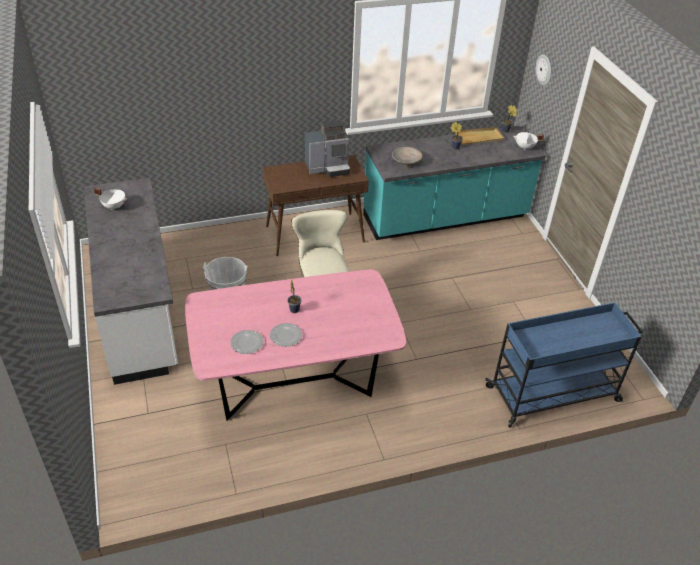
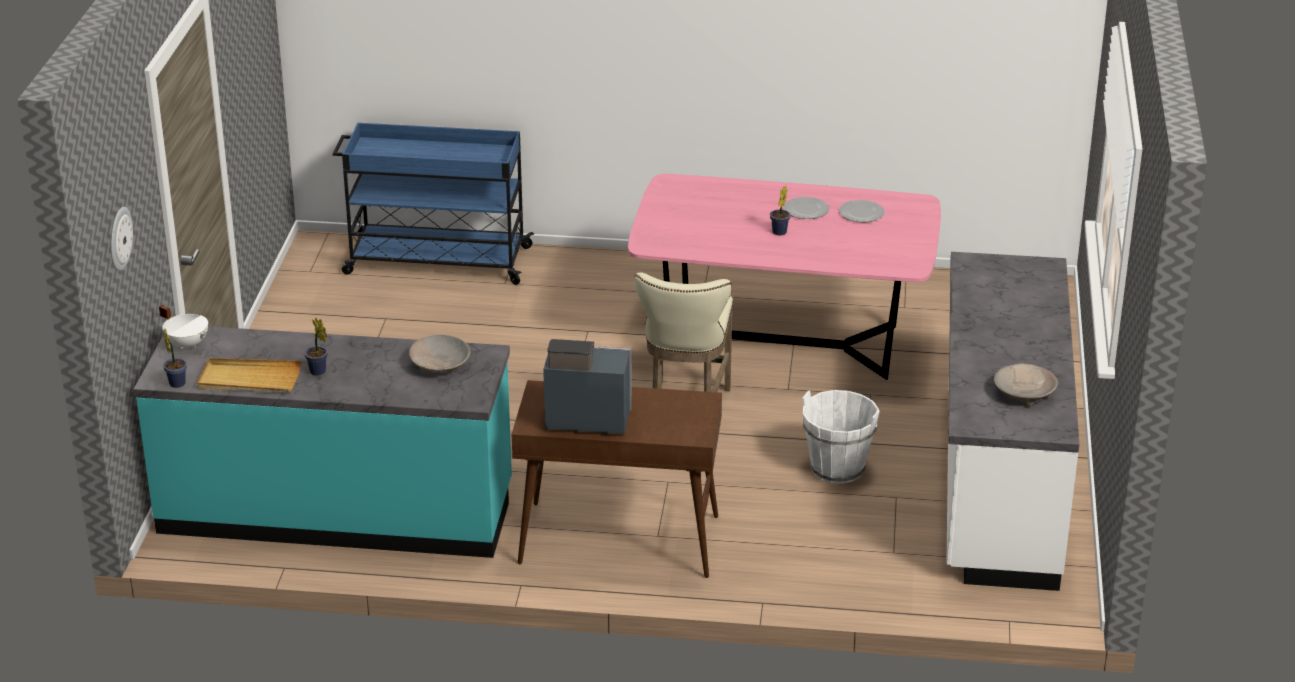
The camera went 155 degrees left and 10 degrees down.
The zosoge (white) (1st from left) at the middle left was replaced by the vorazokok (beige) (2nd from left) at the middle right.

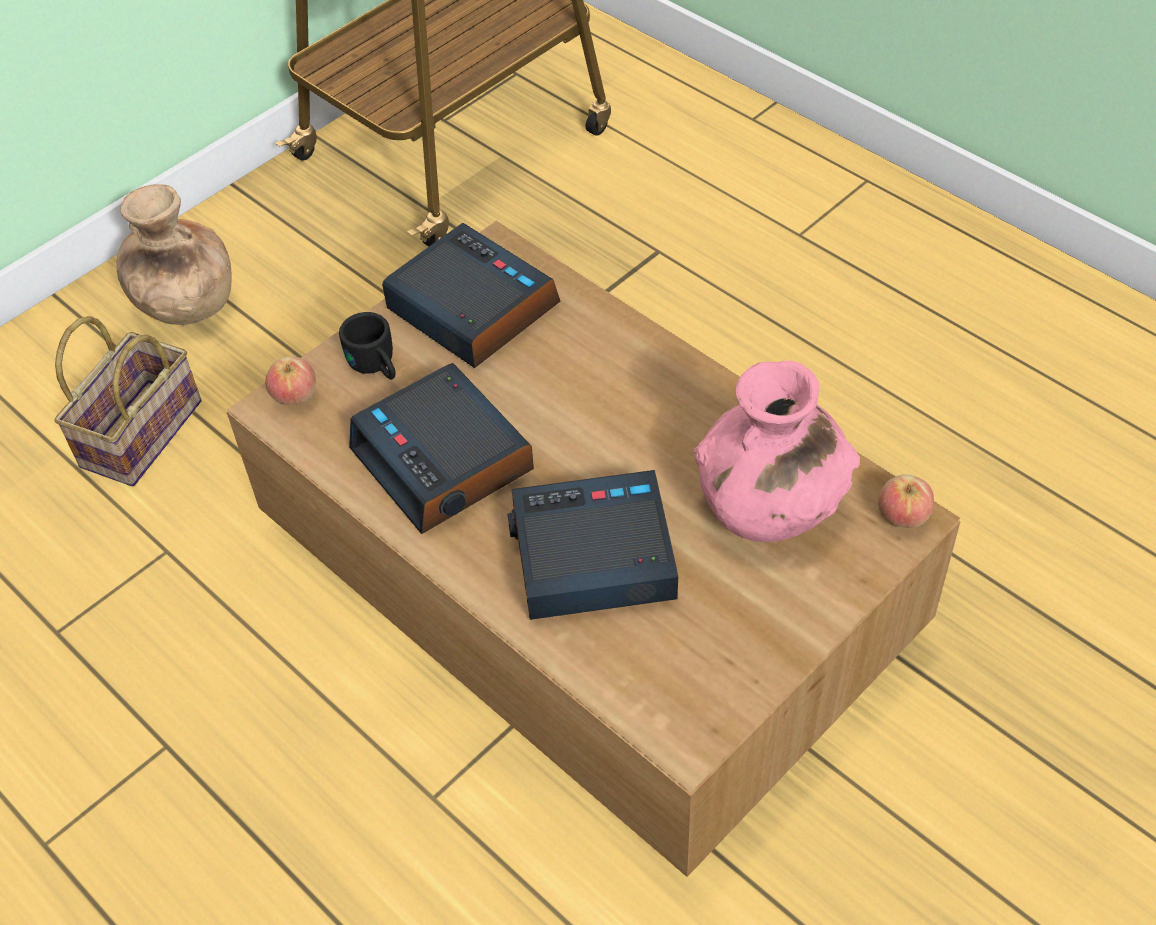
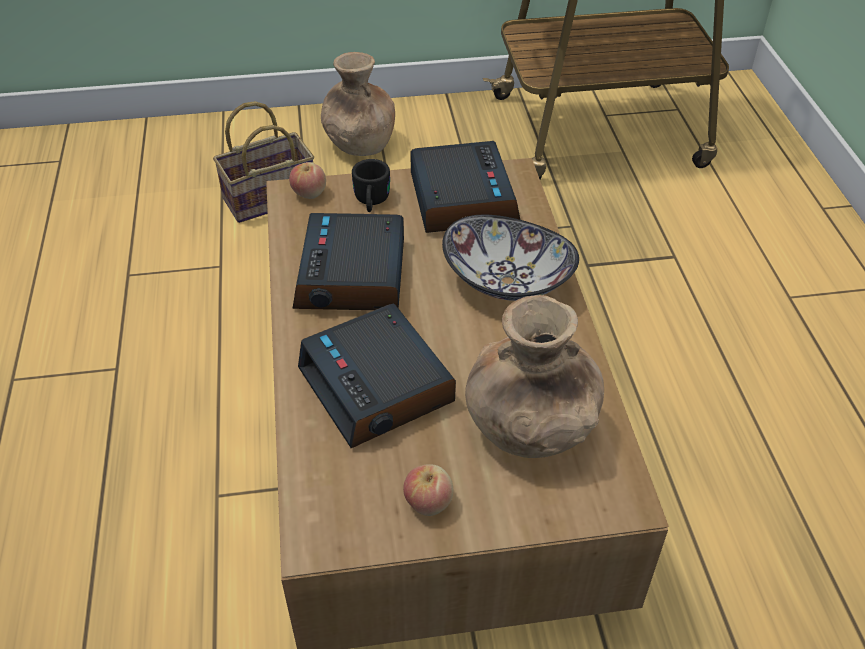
The camera went 35 degrees right and 5 degrees down.
The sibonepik (3rd from left in the first image) at the centre turned 150 degrees counterclockwise.
The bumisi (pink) at the middle right became the bumisi (brown) (2nd from left) at the centre.
The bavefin (2nd from left) moved from the middle right to the bottom centre.
The vorazokok at the centre appeared.

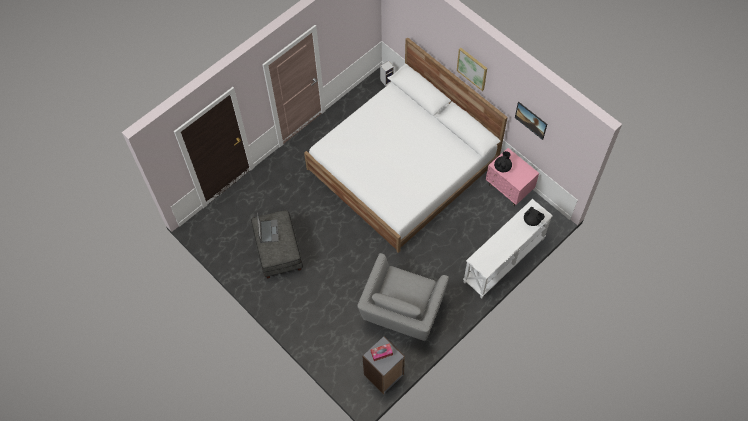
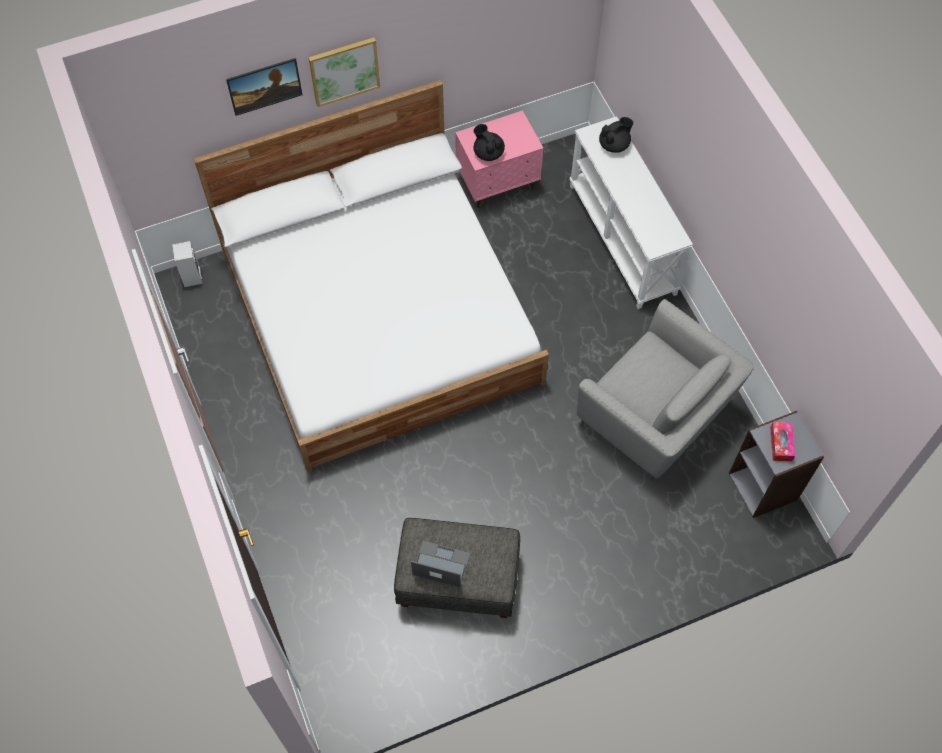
The camera went 70 degrees left and 0 degrees up.
The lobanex (2nd from left in the first image) moved from the top right to the top left.

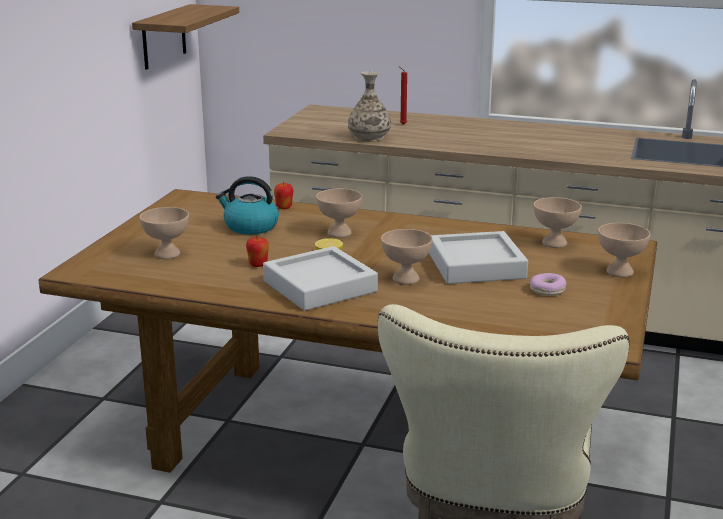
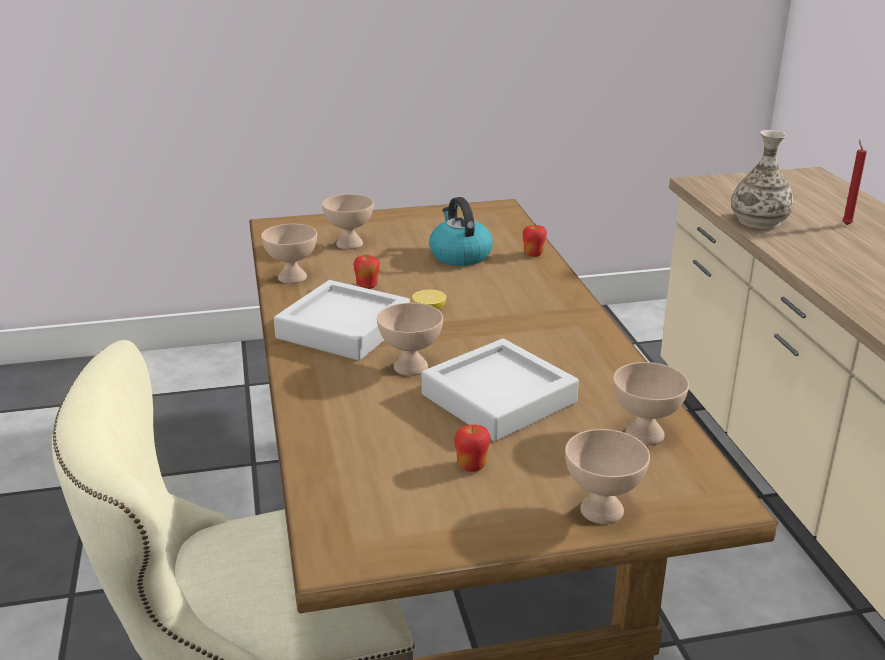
The camera went 60 degrees right and 5 degrees up.
The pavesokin at the top left disappeared.
The vorazokok (beige) (2nd from left in the first image) moved from the centre to the middle left.
The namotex at the middle right was replaced by the bavefin (2nd from left) at the bottom centre.

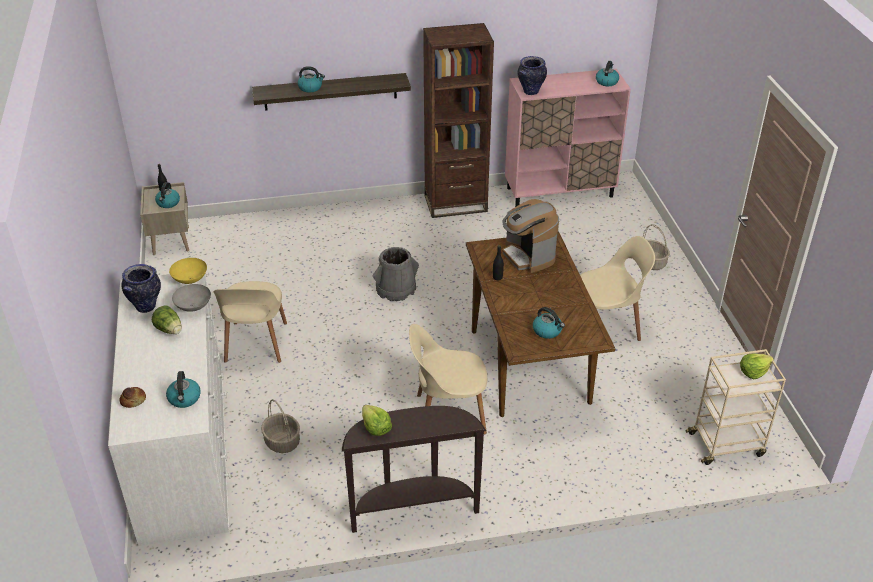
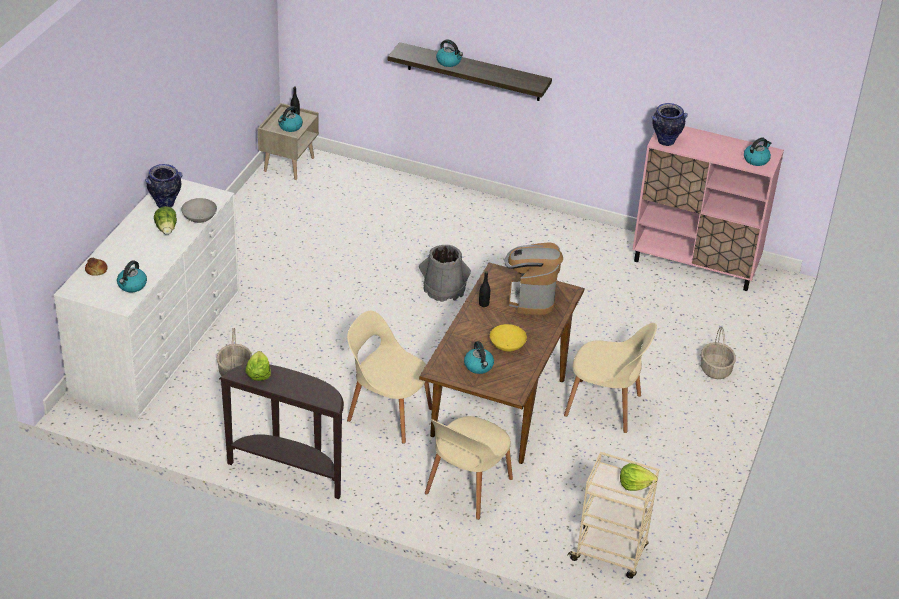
The camera went 30 degrees right and 0 degrees up.
The vorazokok (yellow) moved from the middle left to the centre.
The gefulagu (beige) (1st from left in the first image) moved from the middle left to the bottom centre.
The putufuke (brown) at the top centre disappeared.

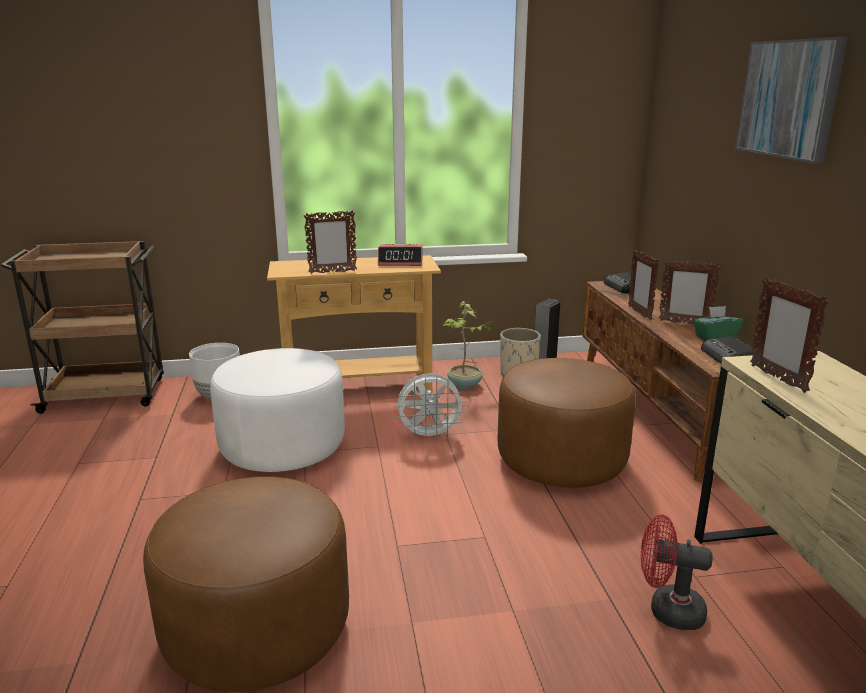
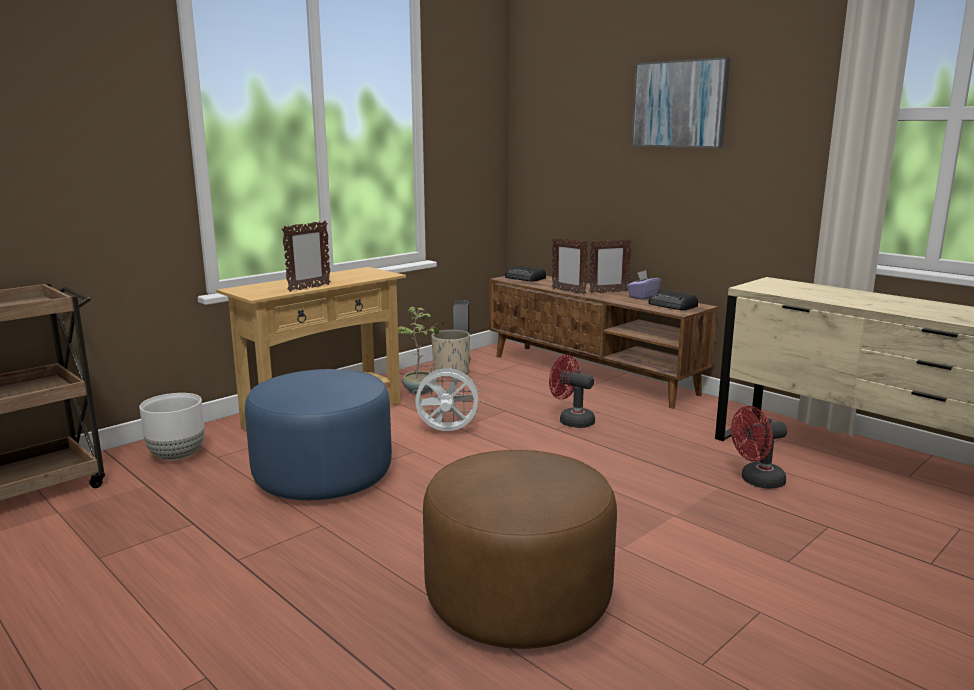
The camera went 35 degrees left and 5 degrees down.
The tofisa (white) at the middle left became the tofisa (blue) at the middle left.
The sibonepik at the centre disappeared.
The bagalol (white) at the centre turned 135 degrees counterclockwise.
The tofisa (brown) (2nd from left) at the centre was replaced by the bagalol (red) (1st from left) at the centre.
The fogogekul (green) at the middle right became the fogogekul (purple) at the centre.
The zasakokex (4th from left) at the middle right disappeared.

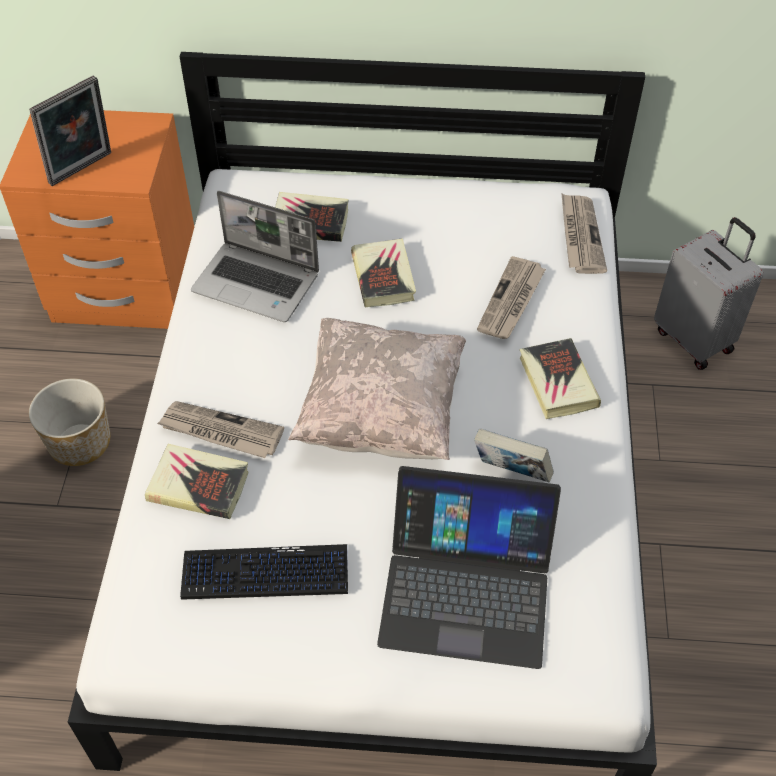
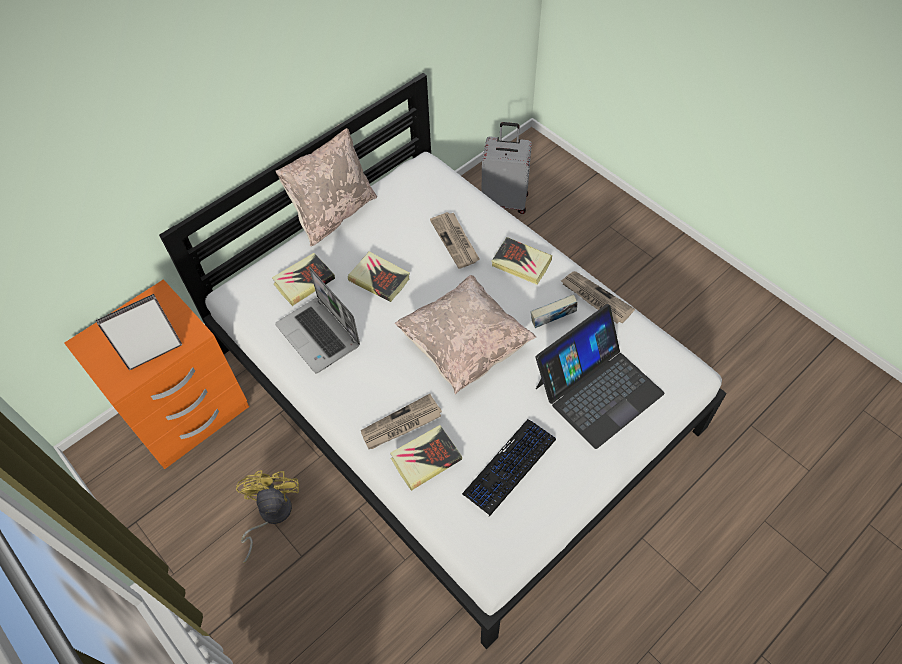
The camera went 45 degrees left and 5 degrees up.
The zasakokex at the top left turned 120 degrees counterclockwise.
The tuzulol at the middle left was replaced by the bagalol (yellow) at the bottom left.
The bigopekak (1st from left) at the top left turned 75 degrees clockwise.
The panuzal (3rd from left) moved from the top right to the centre.
The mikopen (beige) (1st from left) at the top centre appeared.

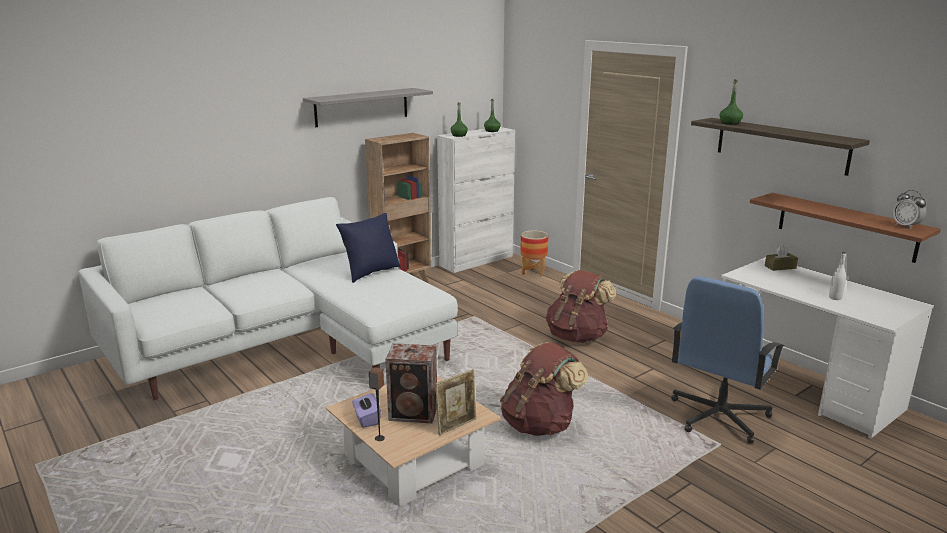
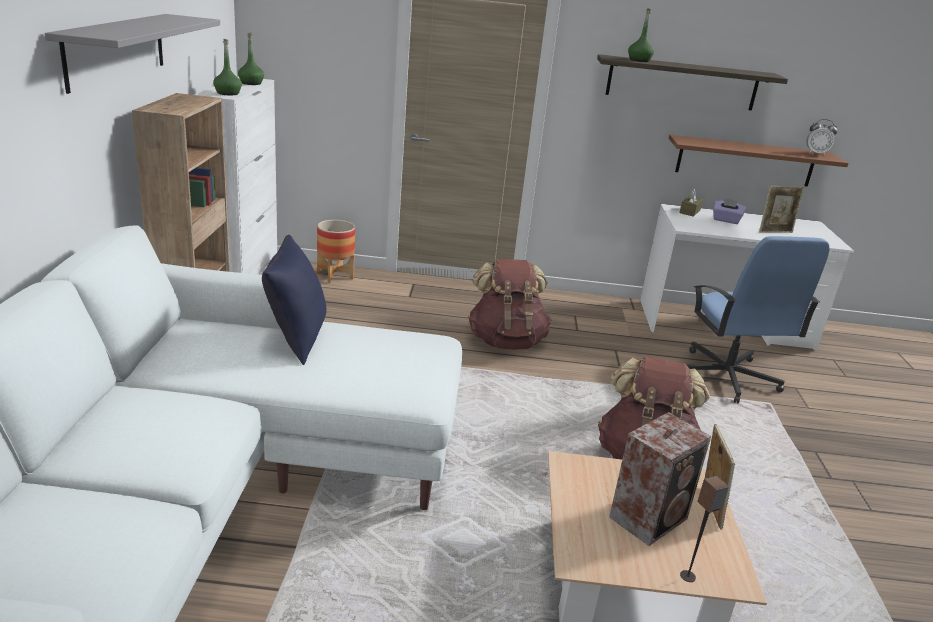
The camera went 50 degrees left and 5 degrees up.
The fogogekul (purple) moved from the bottom centre to the middle right.
The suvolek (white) at the middle right was replaced by the zasakokex (2nd from left) at the middle right.

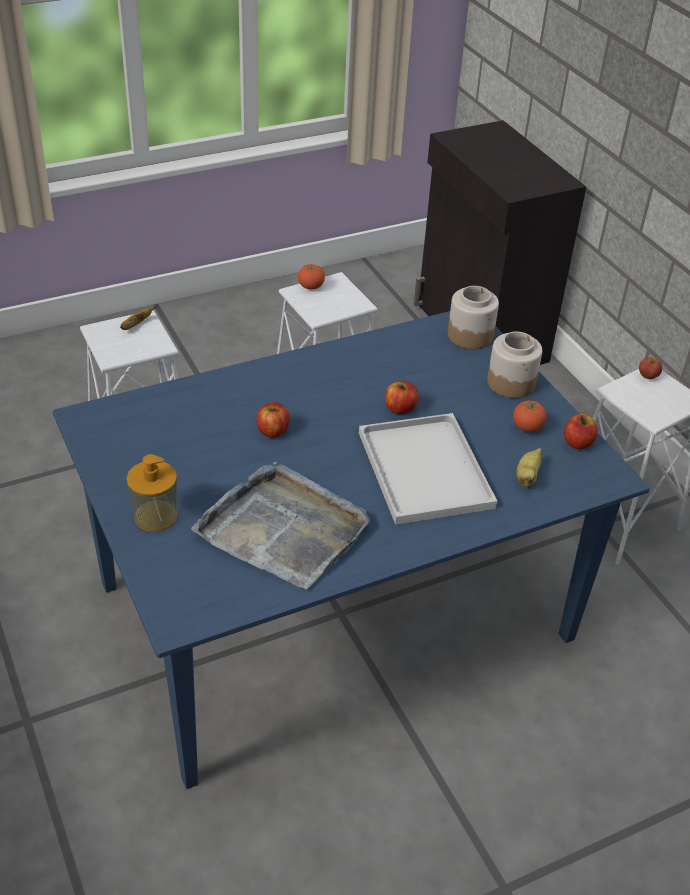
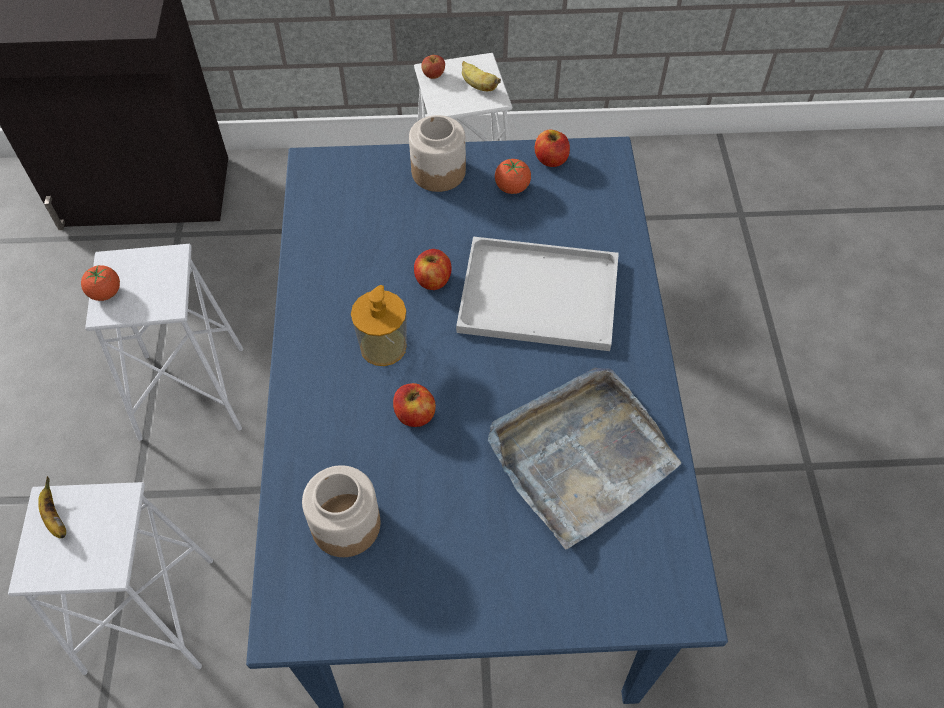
The camera went 65 degrees left and 15 degrees up.
The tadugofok moved from the middle left to the centre.
The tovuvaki (1st from left) moved from the middle right to the bottom centre.
The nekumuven (2nd from left) moved from the middle right to the top centre.

